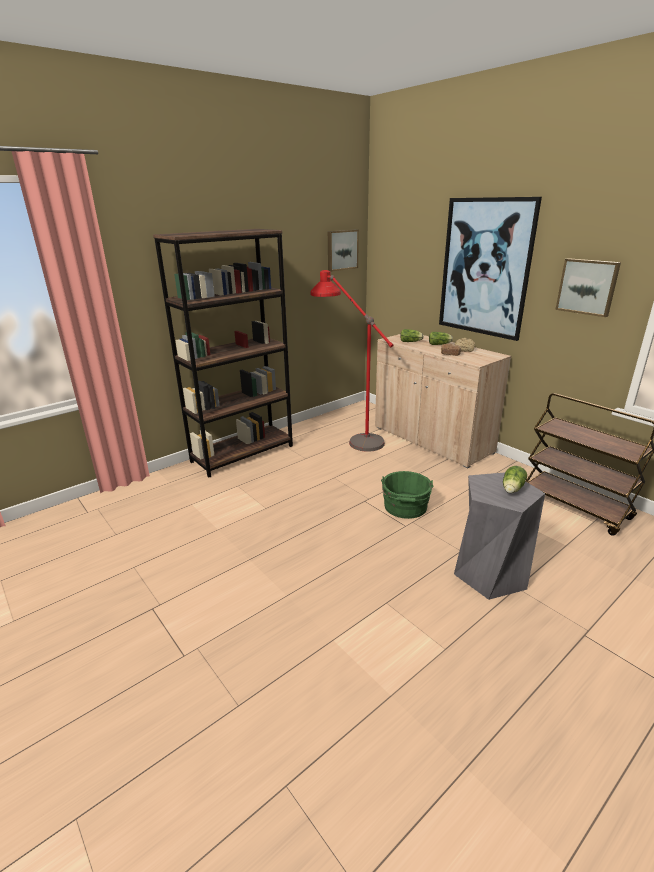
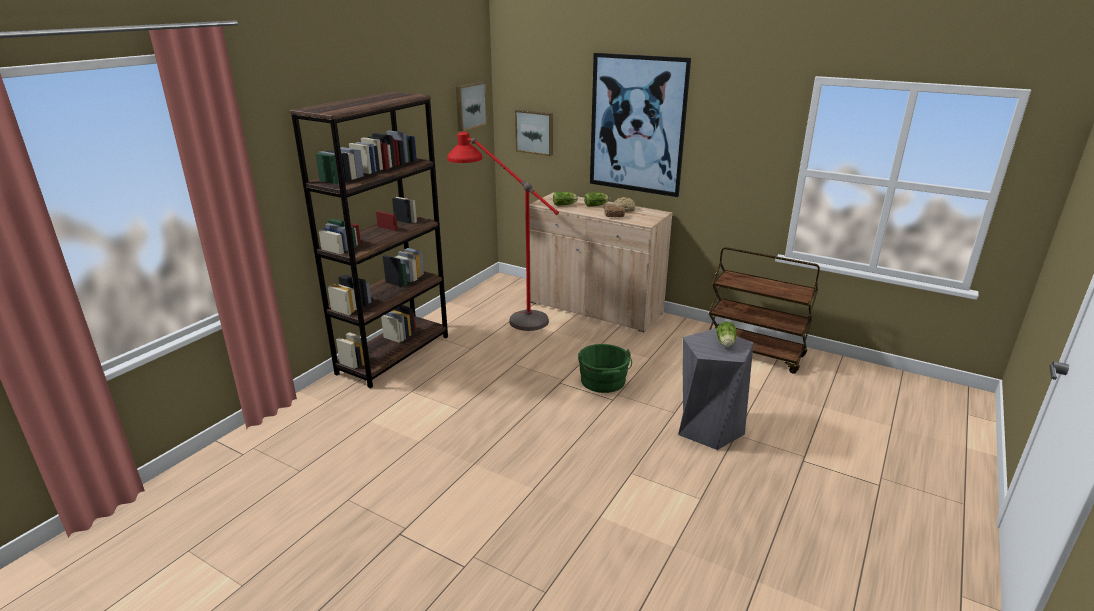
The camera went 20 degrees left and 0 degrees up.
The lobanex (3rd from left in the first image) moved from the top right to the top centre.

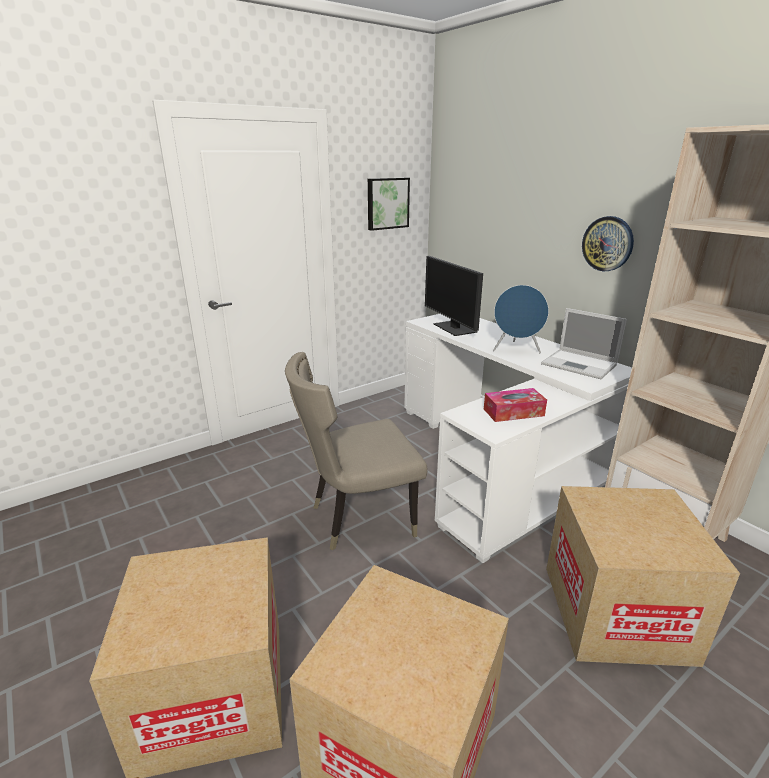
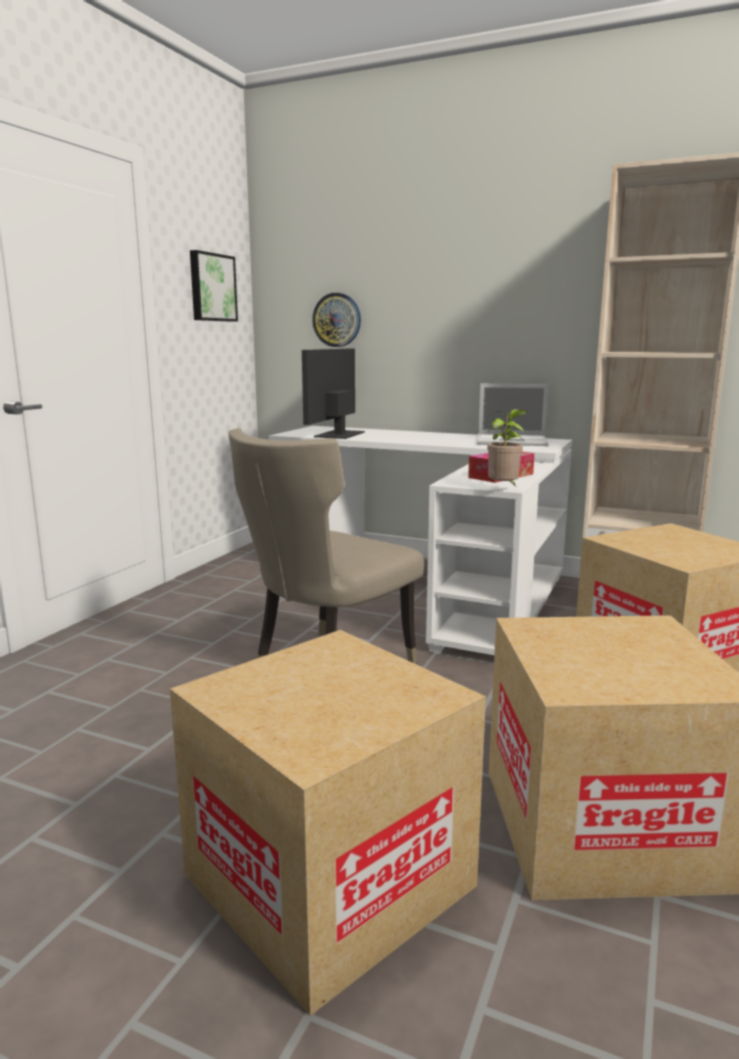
The camera went 30 degrees left and 10 degrees down.
The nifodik at the centre turned 75 degrees clockwise.
The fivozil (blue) at the middle right disappeared.
The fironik moved from the top right to the top centre.
The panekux at the middle right appeared.

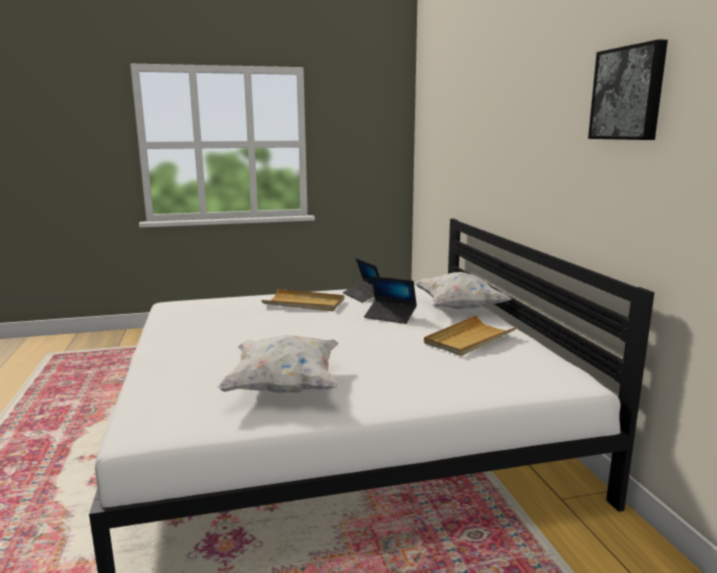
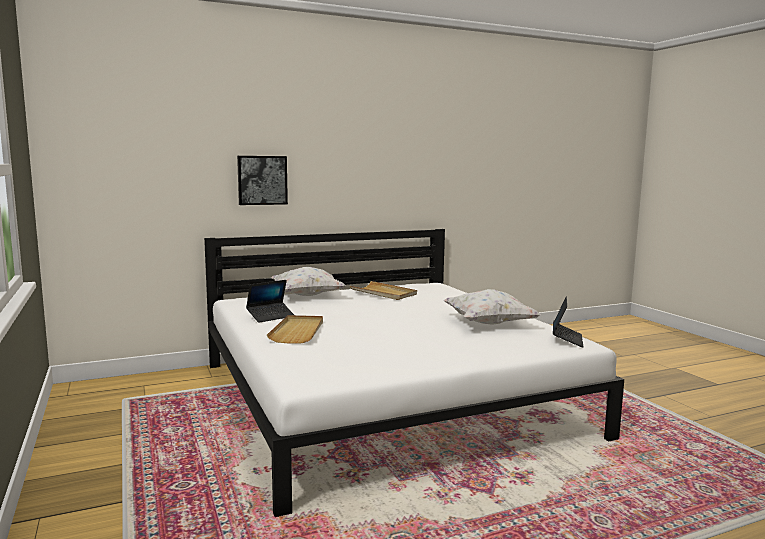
The camera went 100 degrees left and 5 degrees down.
The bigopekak (2nd from left) moved from the centre to the middle right.
The lobanex moved from the top right to the centre.

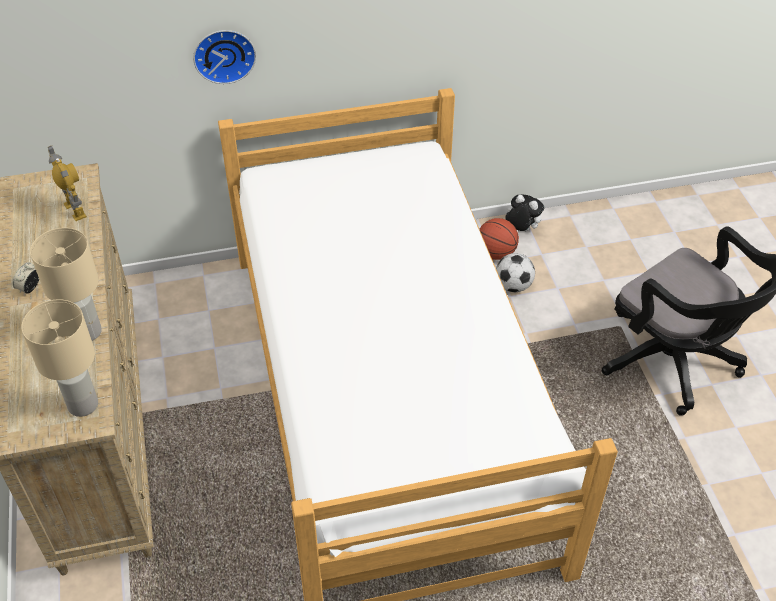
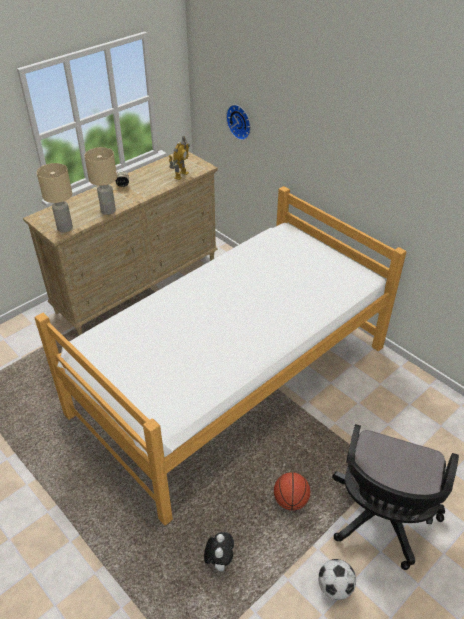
The camera went 60 degrees right and 5 degrees down.
The fironik moved from the top left to the top centre.
The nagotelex moved from the centre to the bottom centre.
The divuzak moved from the centre to the bottom right.
The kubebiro moved from the middle right to the bottom centre.

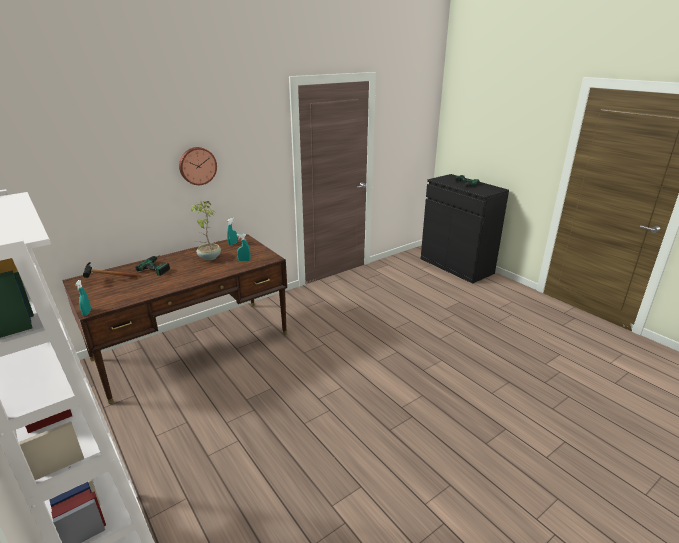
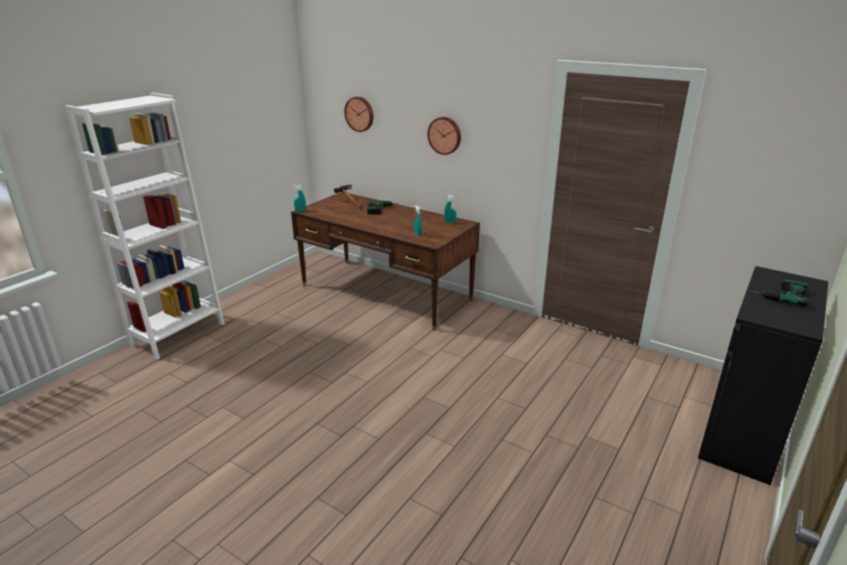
The camera went 70 degrees right and 0 degrees up.
The panekux at the middle left disappeared.
The fironik (1st from left) at the top centre appeared.

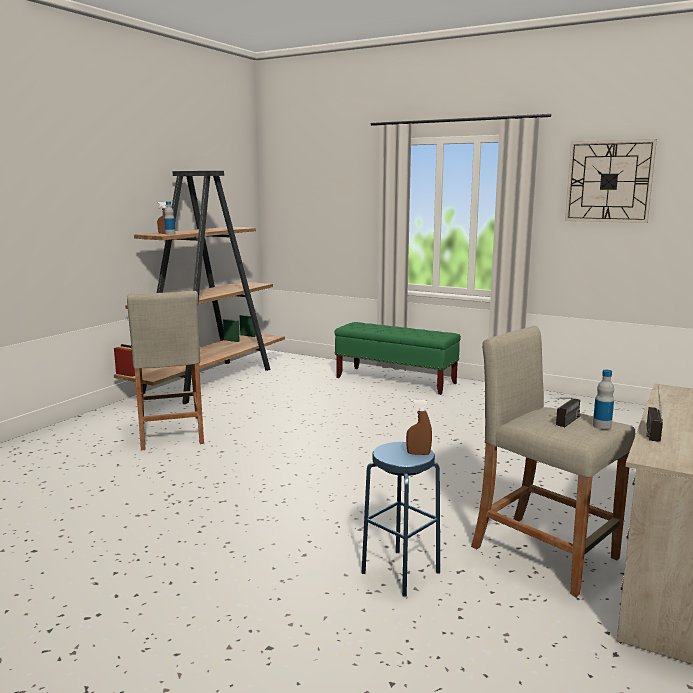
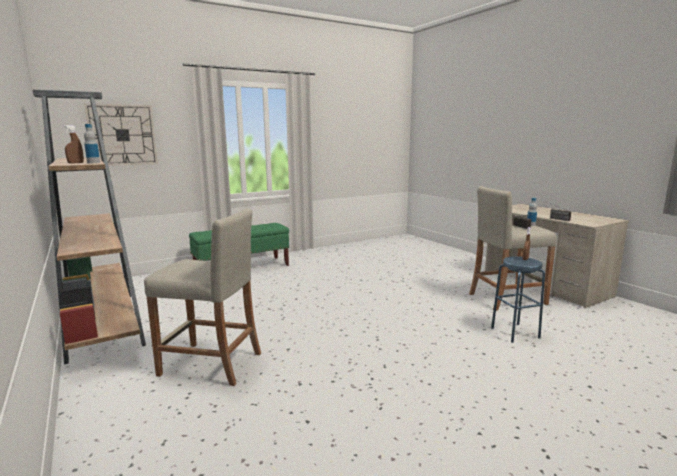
The camera went 60 degrees left and 0 degrees up.
The fironik moved from the top right to the top left.

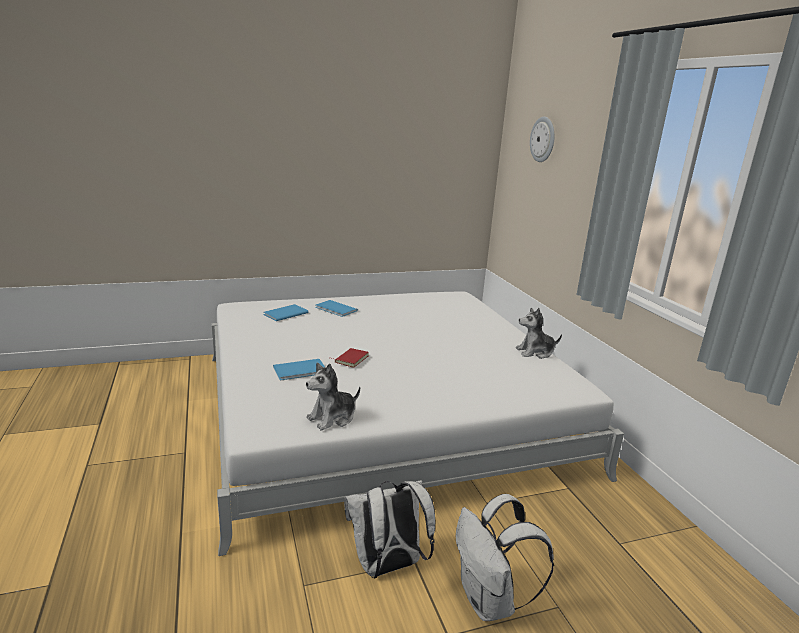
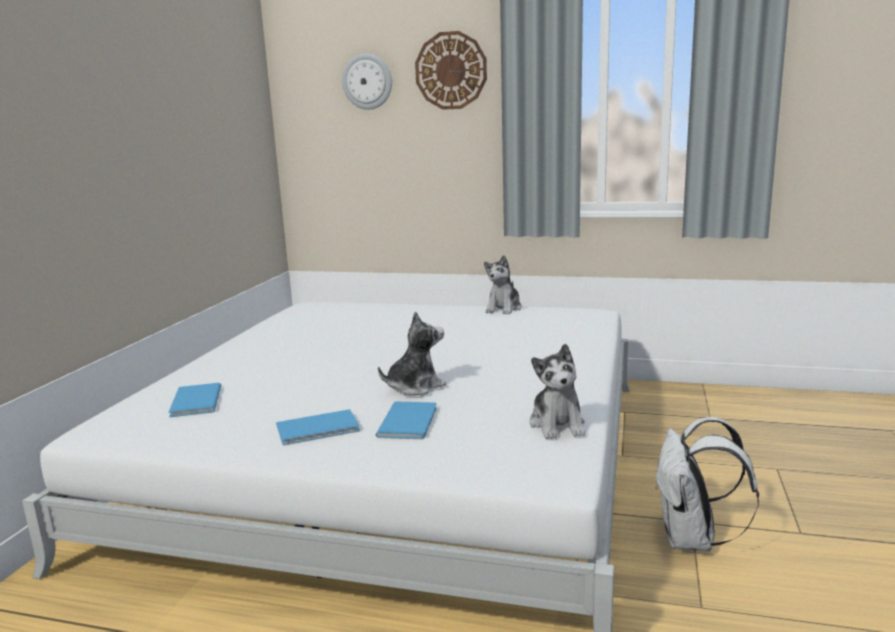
The camera went 55 degrees left and 5 degrees down.
The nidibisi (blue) (3rd from left in the first image) moved from the centre to the bottom centre.
The nidibisi (red) at the centre was replaced by the kubebiro (1st from left) at the centre.
The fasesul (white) (2nd from left) at the bottom centre disappeared.
The fironik (2nd from left) at the top centre appeared.

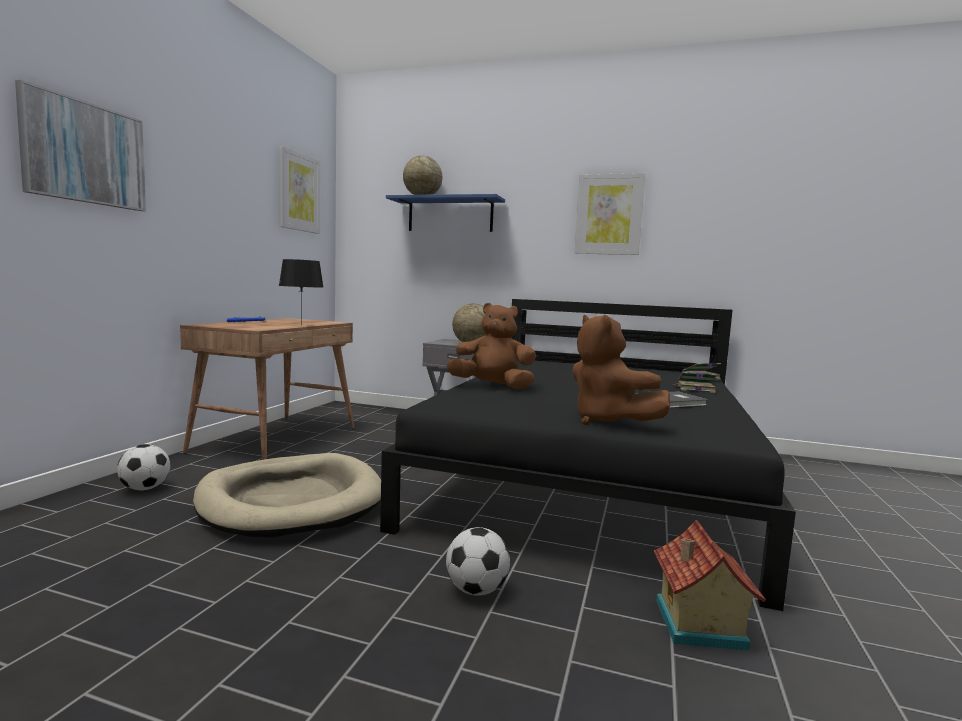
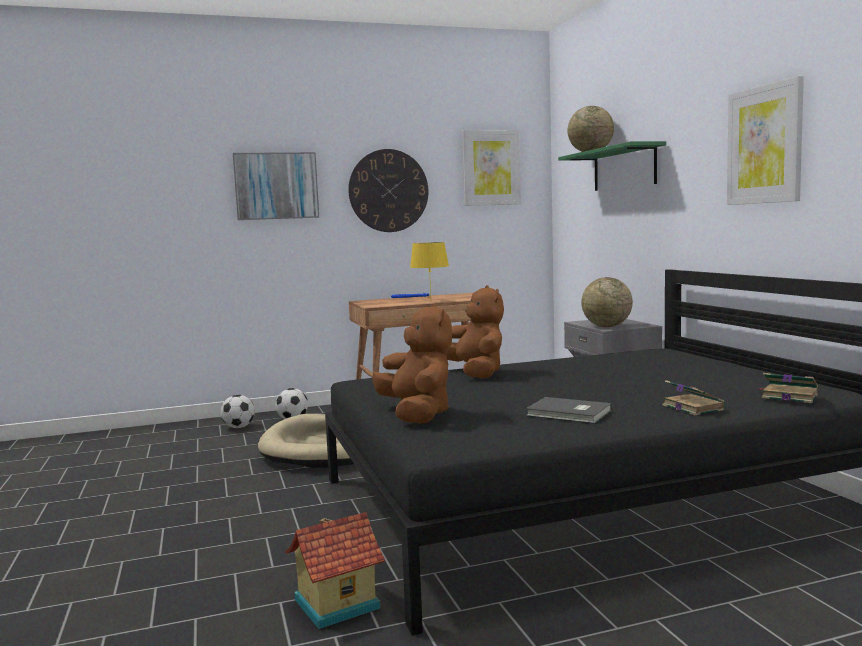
The camera went 55 degrees right and 0 degrees up.
The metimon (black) at the middle left became the metimon (yellow) at the centre.
The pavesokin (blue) at the top centre became the pavesokin (green) at the top right.
The divuzak (2nd from left in the first image) moved from the bottom centre to the middle left.
The kubebiro (brown) (2nd from left in the first image) at the centre turned 135 degrees clockwise.
The fironik at the top centre appeared.

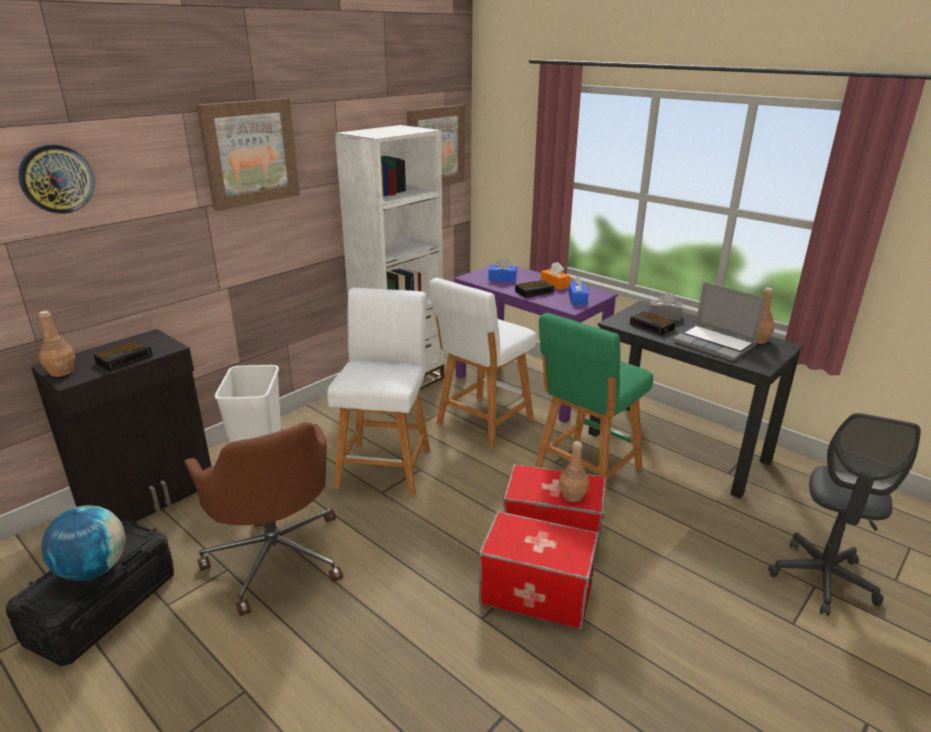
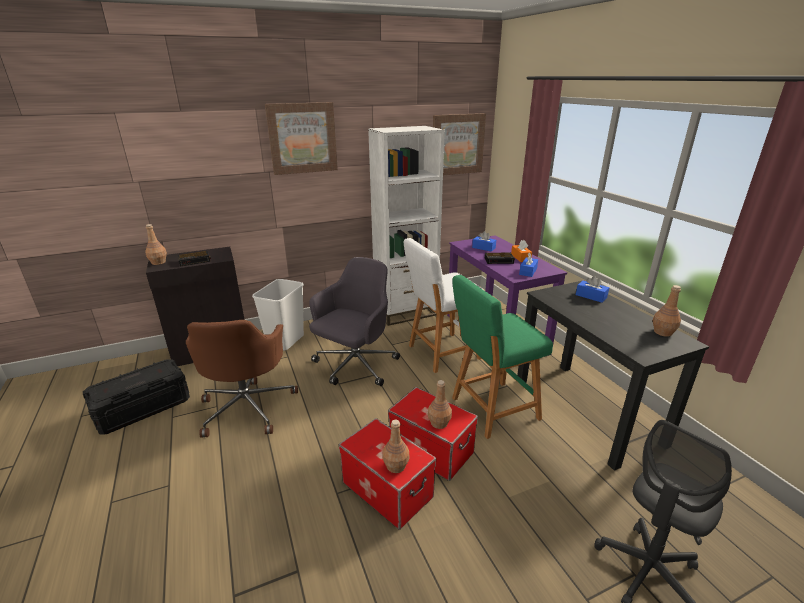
The camera went 25 degrees right and 0 degrees up.
The fironik at the top left disappeared.
The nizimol at the bottom left disappeared.
The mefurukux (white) (1st from left) at the centre was replaced by the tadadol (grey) (1st from left) at the centre.
The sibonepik (3rd from left) at the middle right disappeared.
The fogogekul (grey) at the middle right became the fogogekul (blue) (3rd from left) at the middle right.
The bigopekak at the middle right disappeared.
The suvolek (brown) (2nd from left) at the bottom centre appeared.

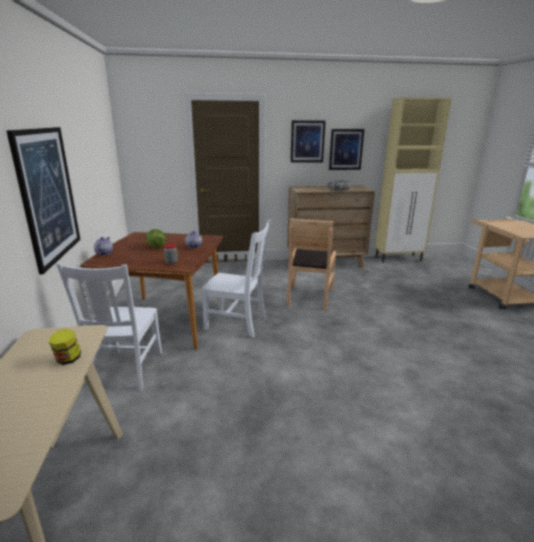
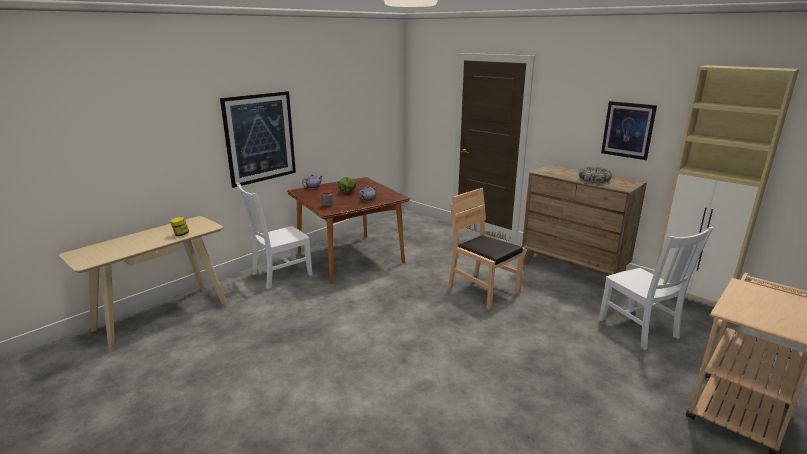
The camera went 50 degrees right and 0 degrees up.
The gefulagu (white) (2nd from left) moved from the centre to the middle right.
The gefulagu (brown) at the centre turned 75 degrees clockwise.
The lobanex (2nd from left) at the top centre disappeared.

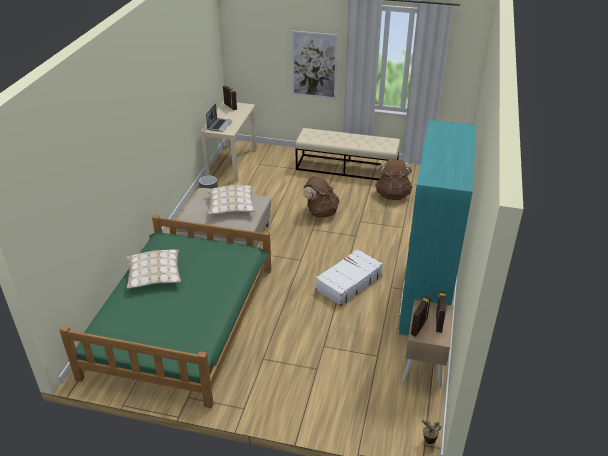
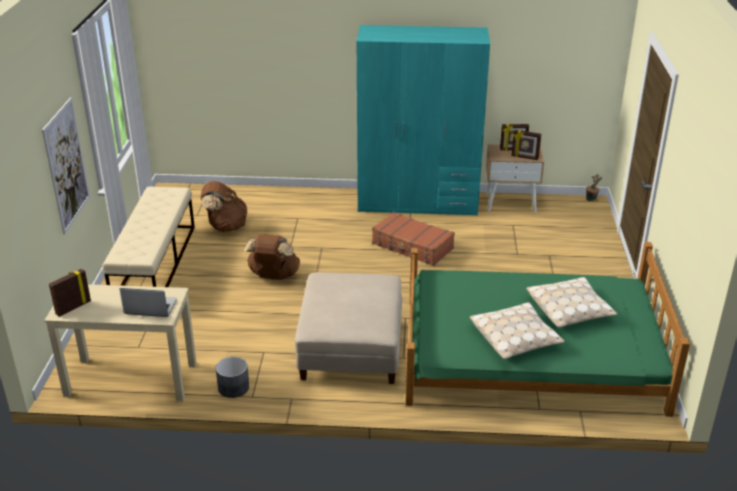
The camera went 100 degrees left and 5 degrees down.
The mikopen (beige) (2nd from left) moved from the centre to the middle right.
The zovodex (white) at the centre became the zovodex (brown) at the centre.

